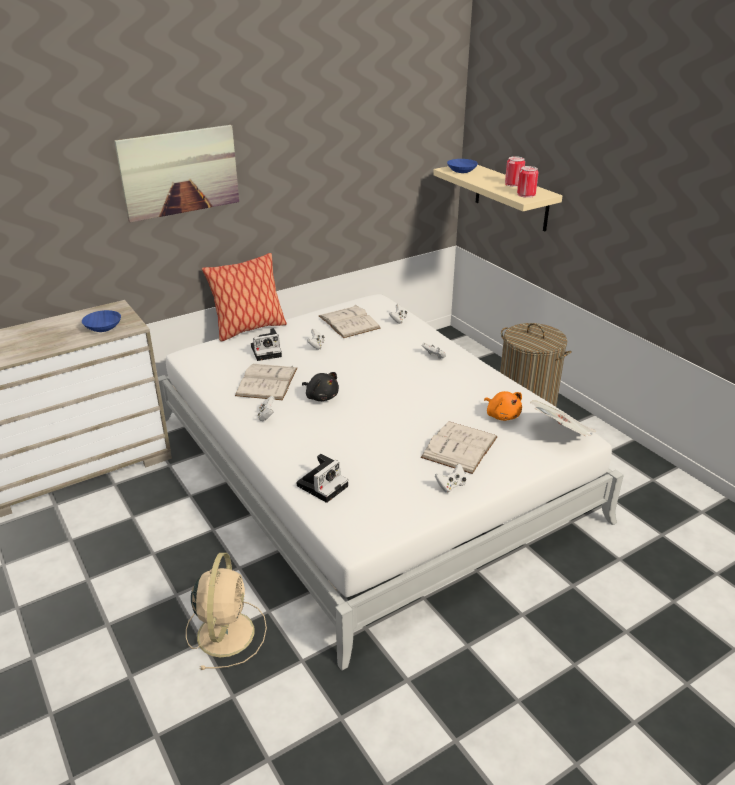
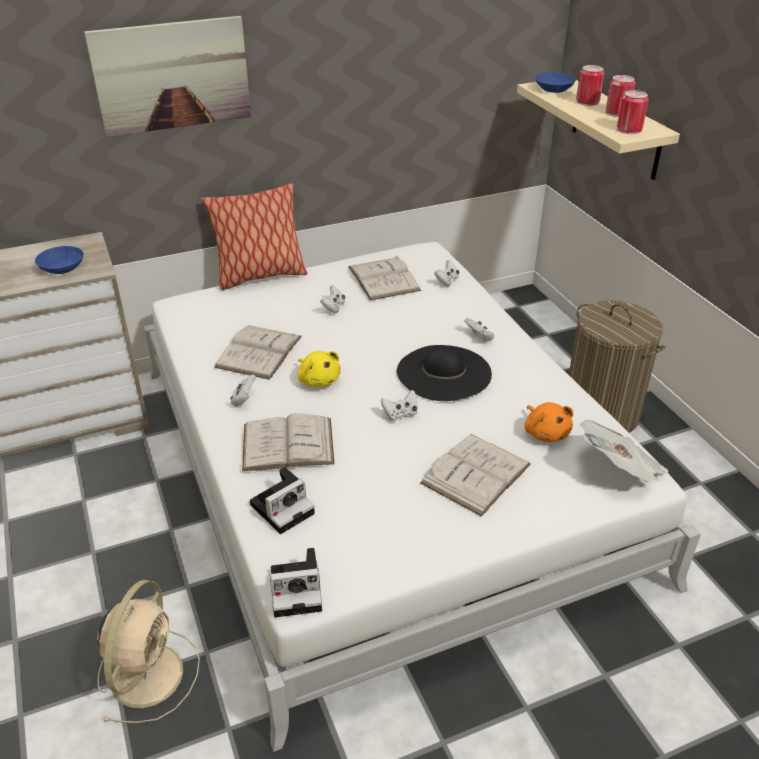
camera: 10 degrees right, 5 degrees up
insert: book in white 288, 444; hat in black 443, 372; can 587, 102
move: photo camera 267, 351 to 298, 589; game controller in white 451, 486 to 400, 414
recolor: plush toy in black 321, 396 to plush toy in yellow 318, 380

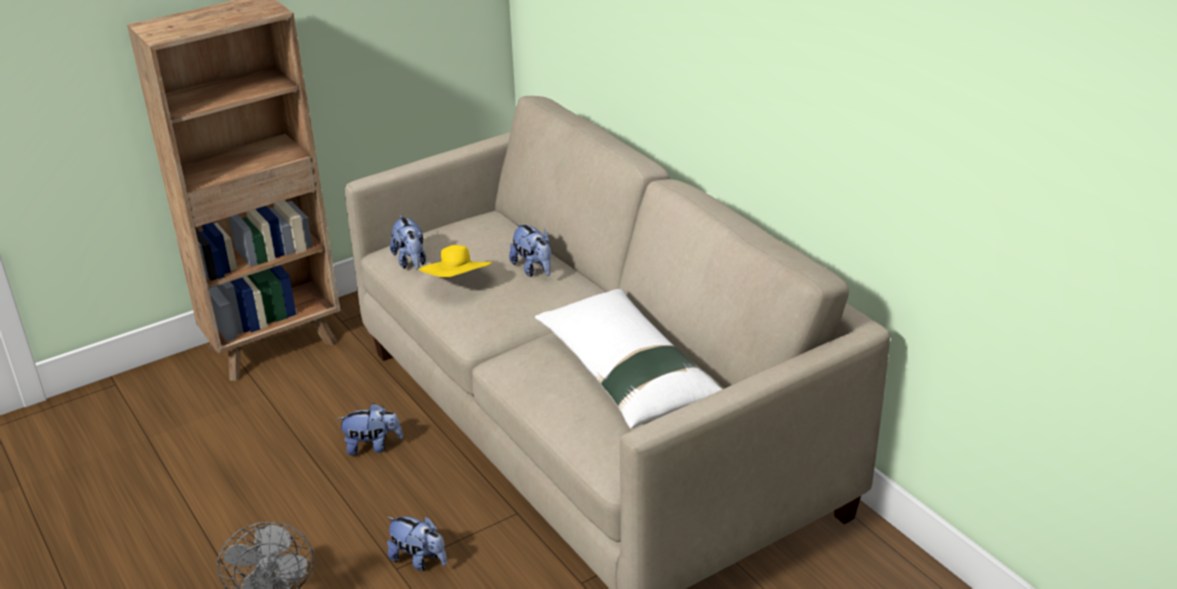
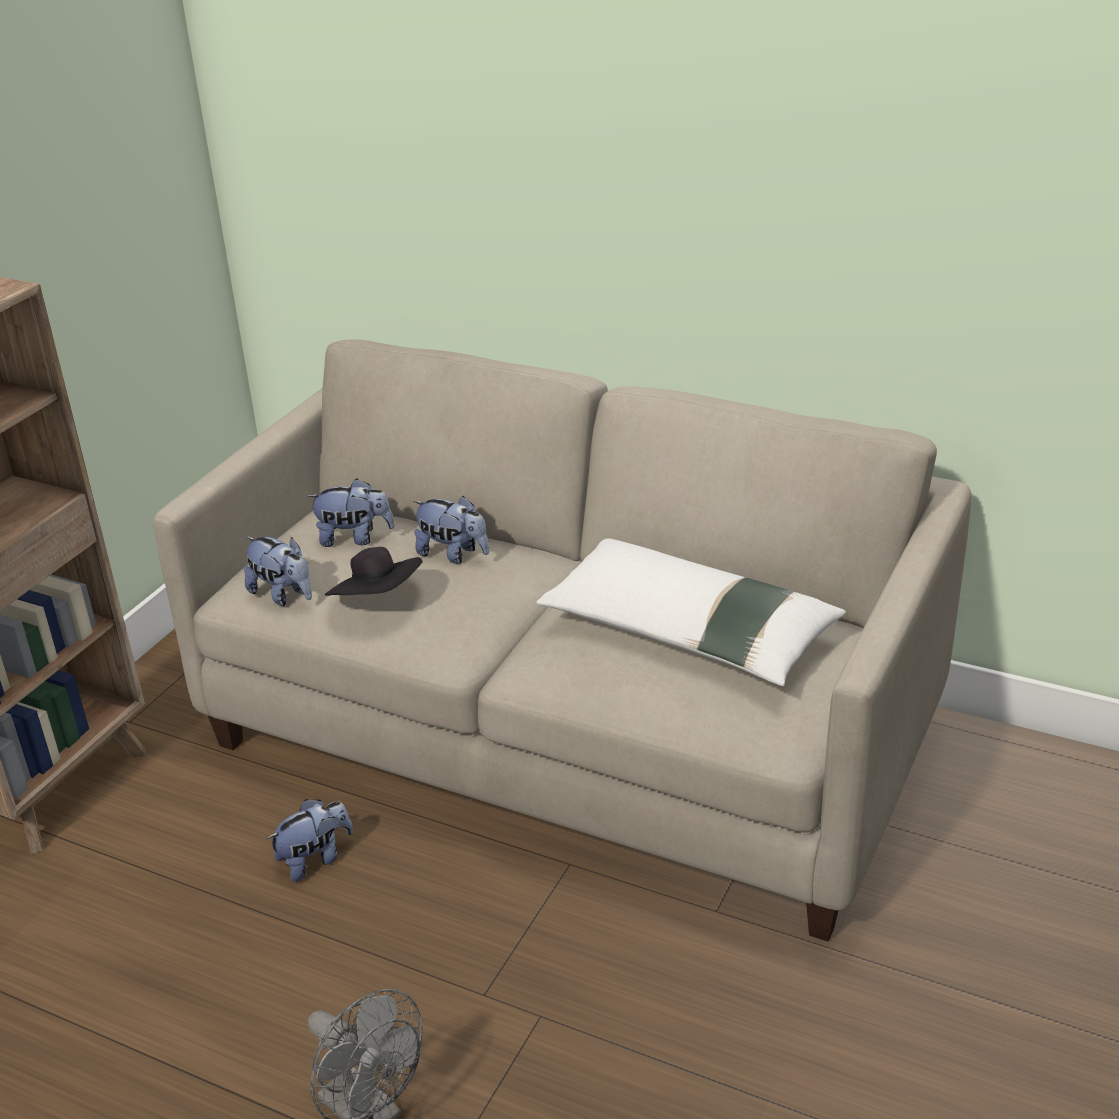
camera: 30 degrees left, 0 degrees up
move: plush toy 419, 560 to 354, 538
recolor: hat in yellow 458, 284 to hat in black 378, 600

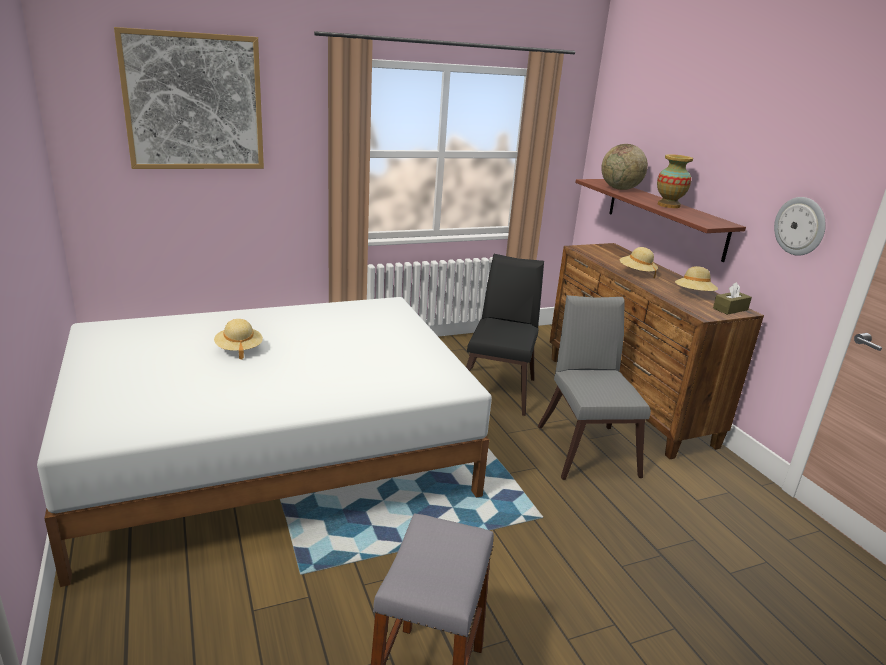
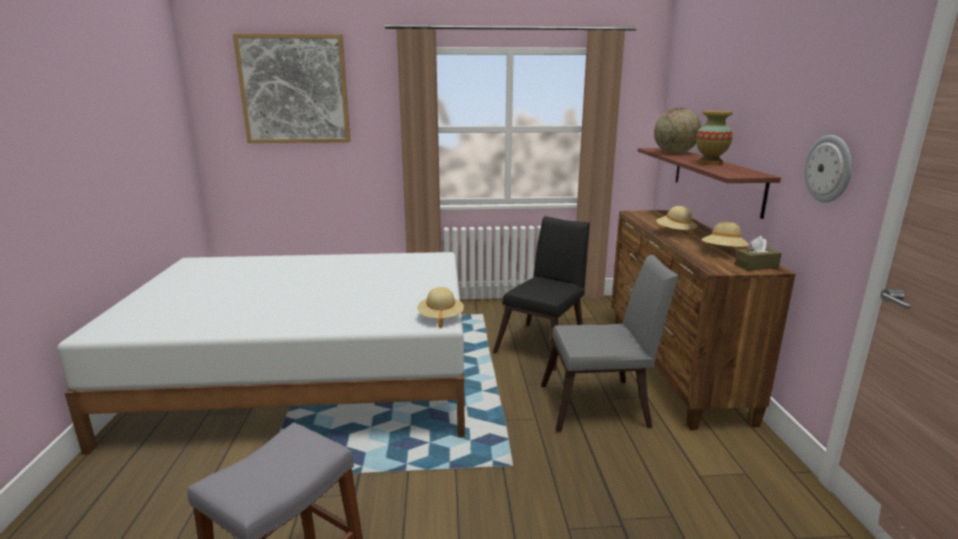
camera: 20 degrees right, 5 degrees down
move: hat in beige 239, 349 to 440, 318
rotate: chair in grey 586, 447 = 601, 406 75 degrees clockwise

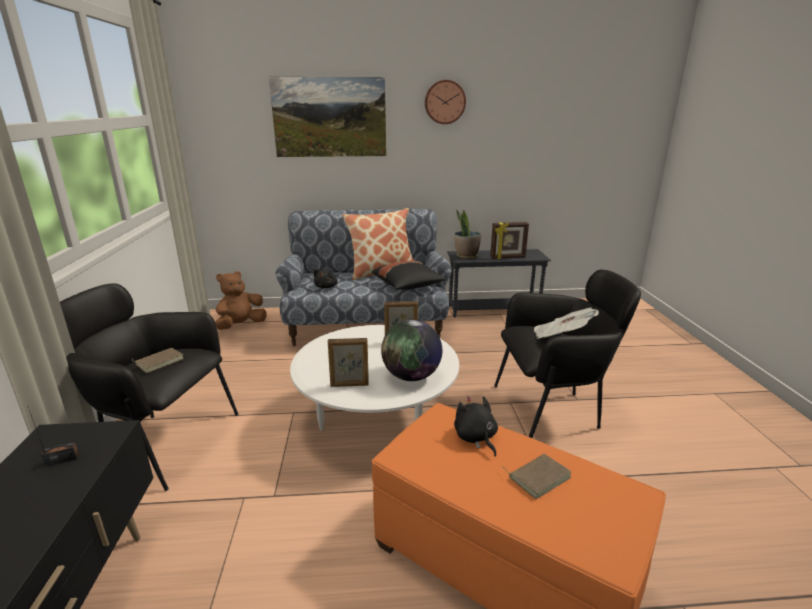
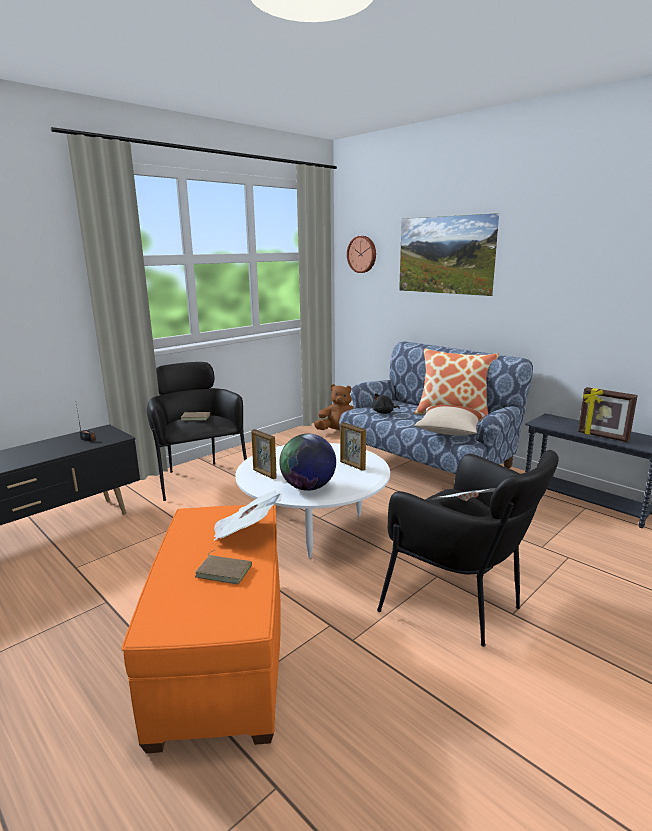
camera: 50 degrees right, 5 degrees down
delete: potted plant 466, 256
move: wall clock 444, 102 to 362, 254
replace: plush toy in black 476, 438 to newspaper 246, 532
recolor: pillow in black 408, 286 to pillow in beige 449, 432

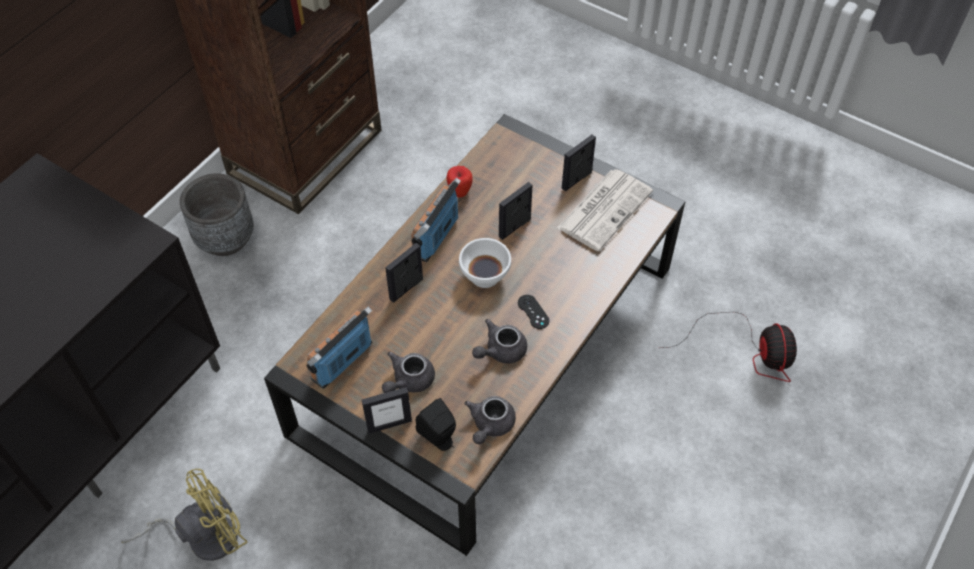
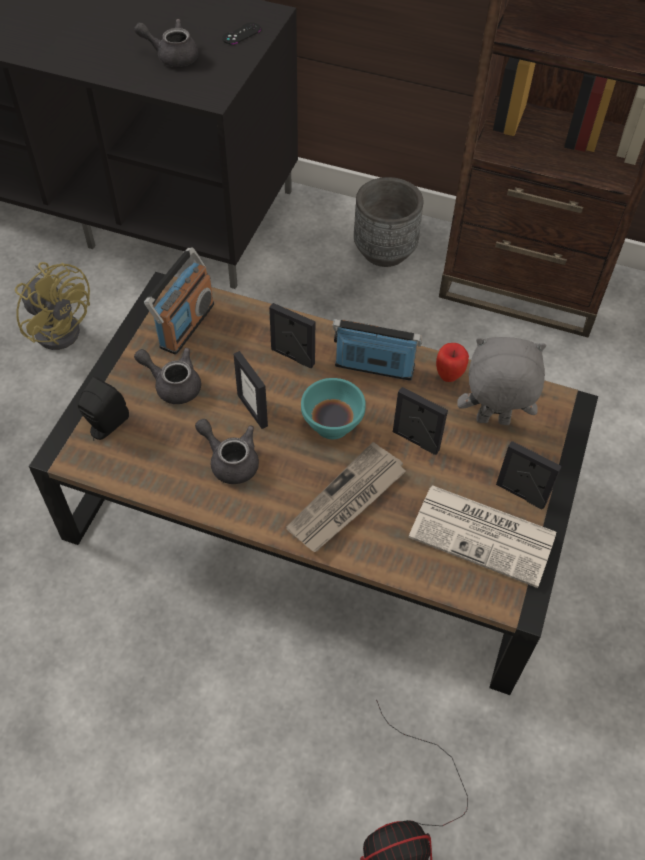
camera: 75 degrees right, 0 degrees up
insert: newspaper 347, 501; plush toy in grey 492, 422
move: picture frame 389, 424 to 253, 410; teapot in grey 490, 425 to 172, 56; game controller in black 533, 312 to 241, 34
recolor: bowl in white 484, 276 to bowl in turquoise 332, 424
rotate: radio 342, 361 = 186, 325 90 degrees clockwise

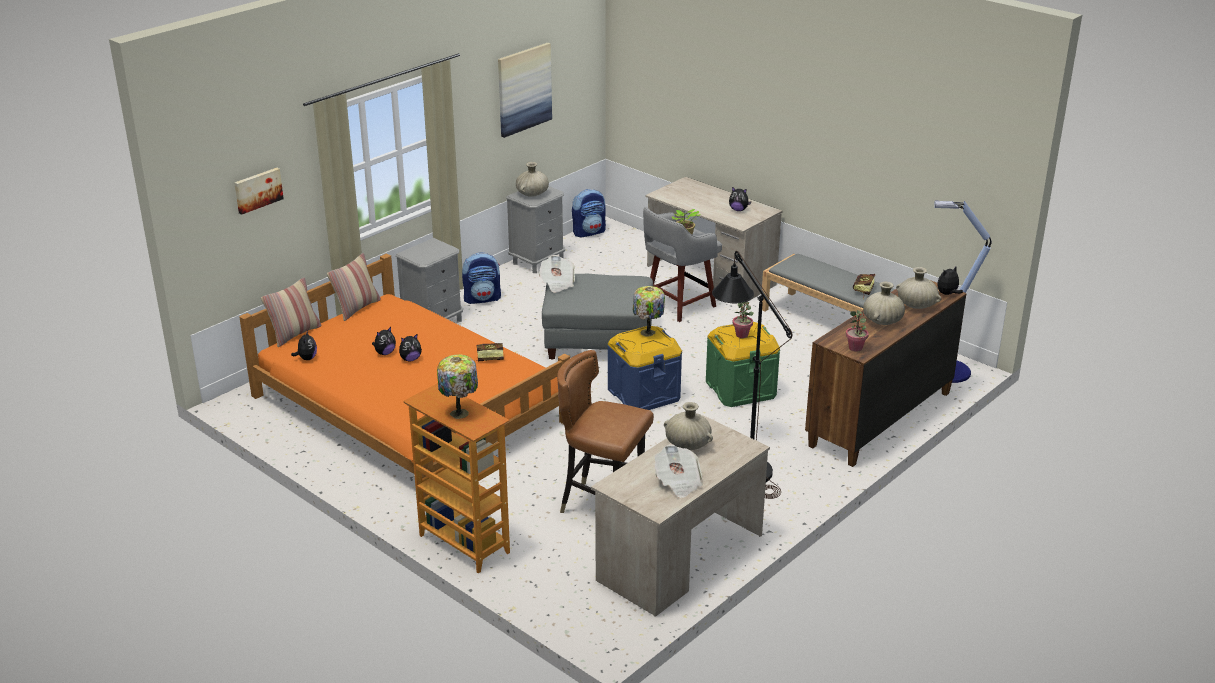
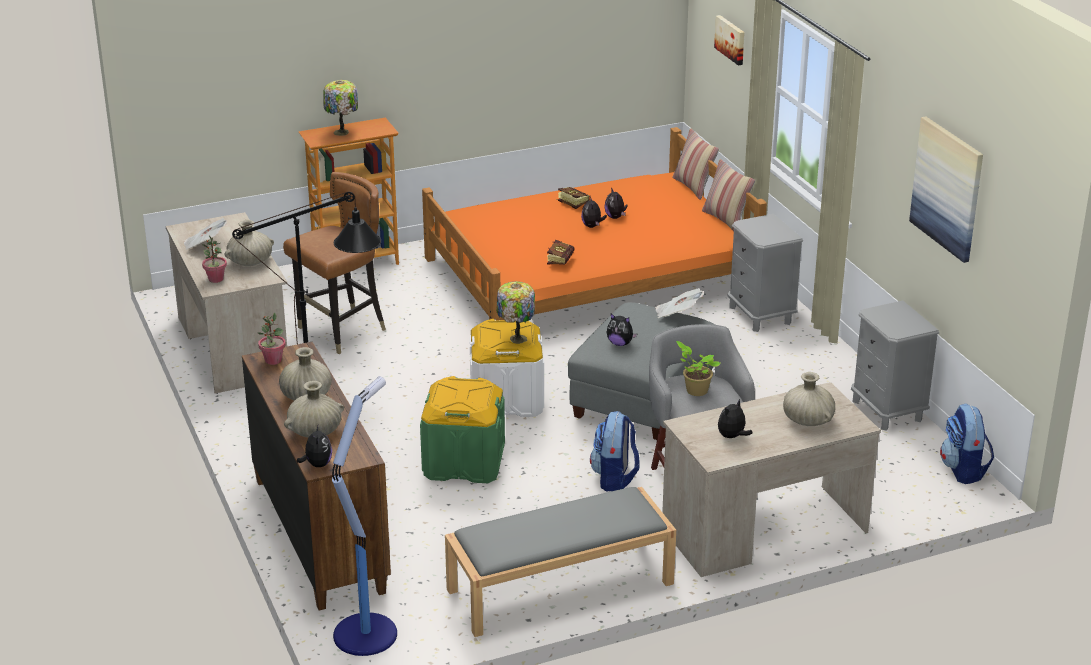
camera: 115 degrees right, 0 degrees up
move: plush toy 307, 358 to 620, 343; backpack 482, 299 to 615, 478; vase in beige 532, 194 to 807, 421; potted plant 742, 335 to 216, 279; book 862, 291 to 571, 203
recolor: storage box in blue 644, 394 to storage box in white 506, 399

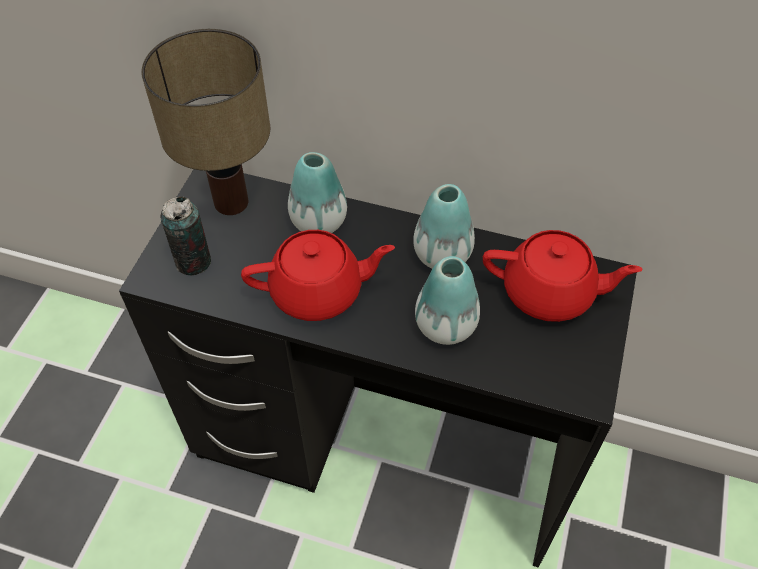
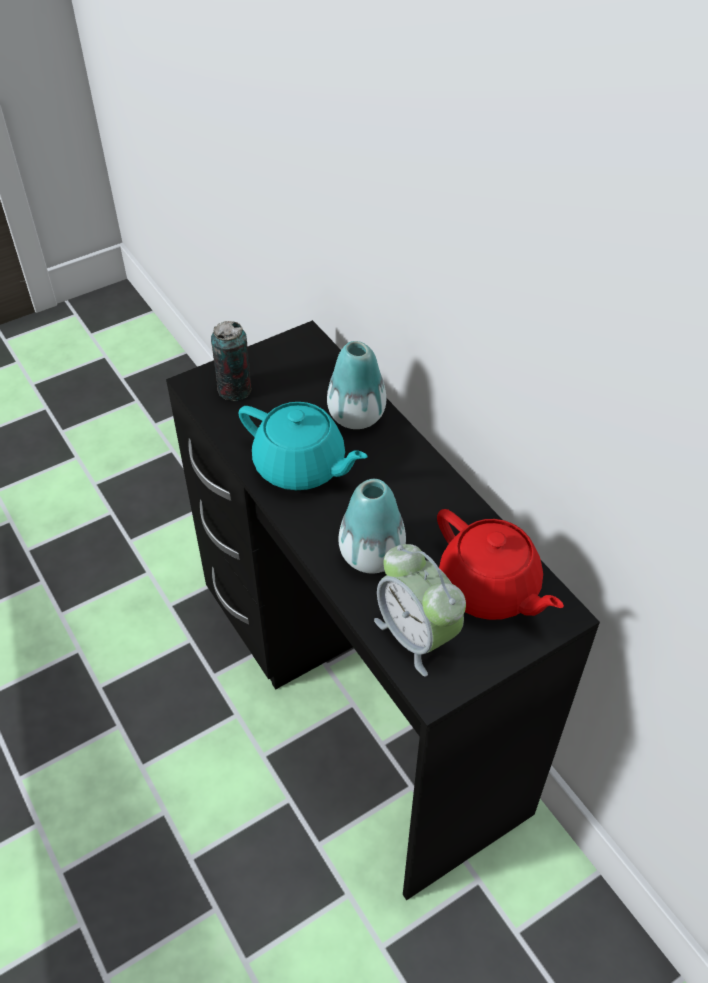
camera: 40 degrees right, 5 degrees down
delete: table lamp 231, 204; vase 442, 255
insert: alarm clock 416, 636
recolor: teapot in red 318, 291 to teapot in turquoise 301, 467

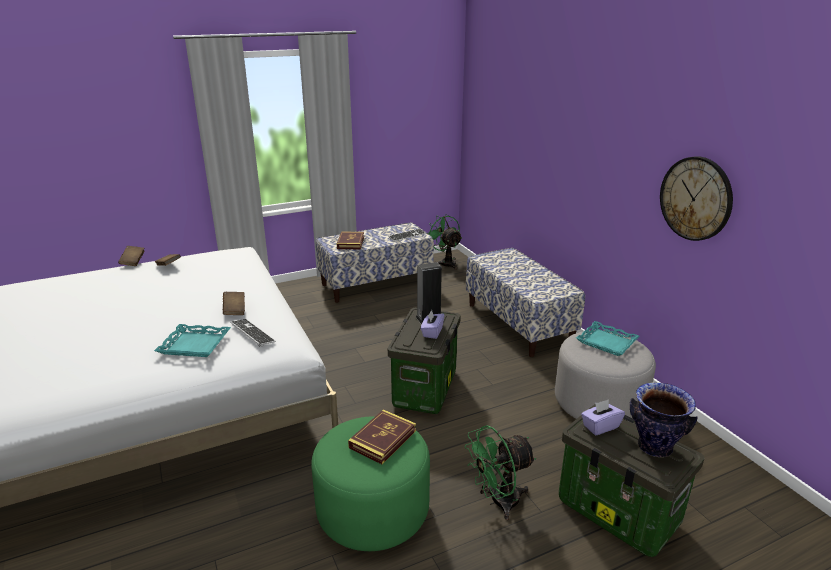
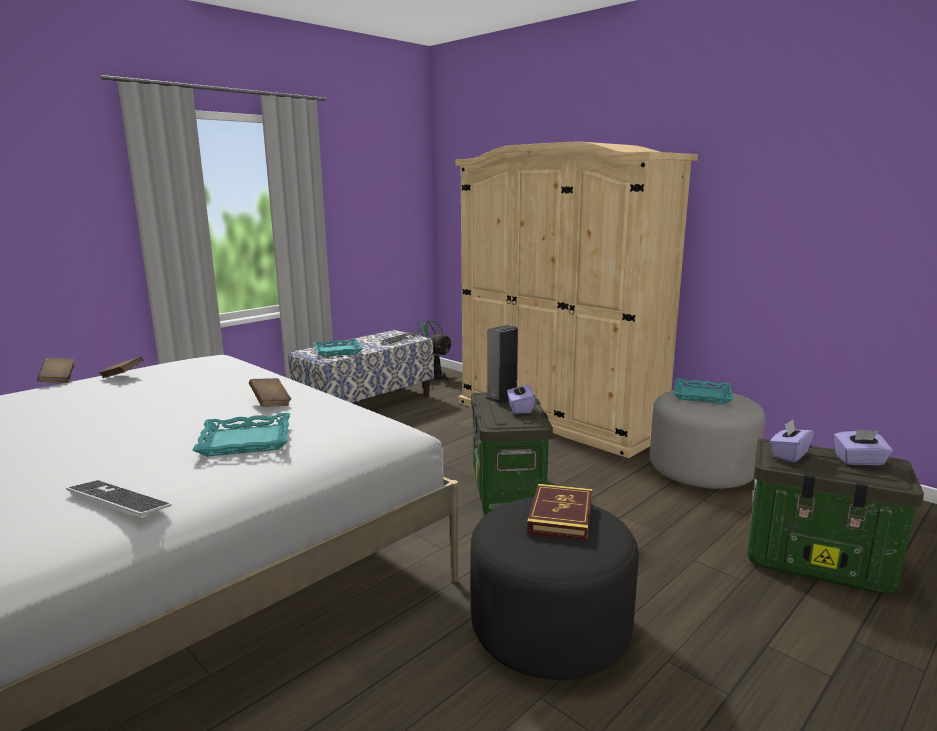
camera: 20 degrees left, 10 degrees down
delete: fan in green 497, 502; wall clock 695, 198
move: keyboard 252, 333 to 118, 500
replace: book 350, 242 to tray in turquoise 338, 351; bench 518, 324 to wardrobe in beige 558, 417; vase 654, 447 to tissue box in purple 859, 461
recolor: ottoman in green 373, 509 to ottoman in black 550, 628

